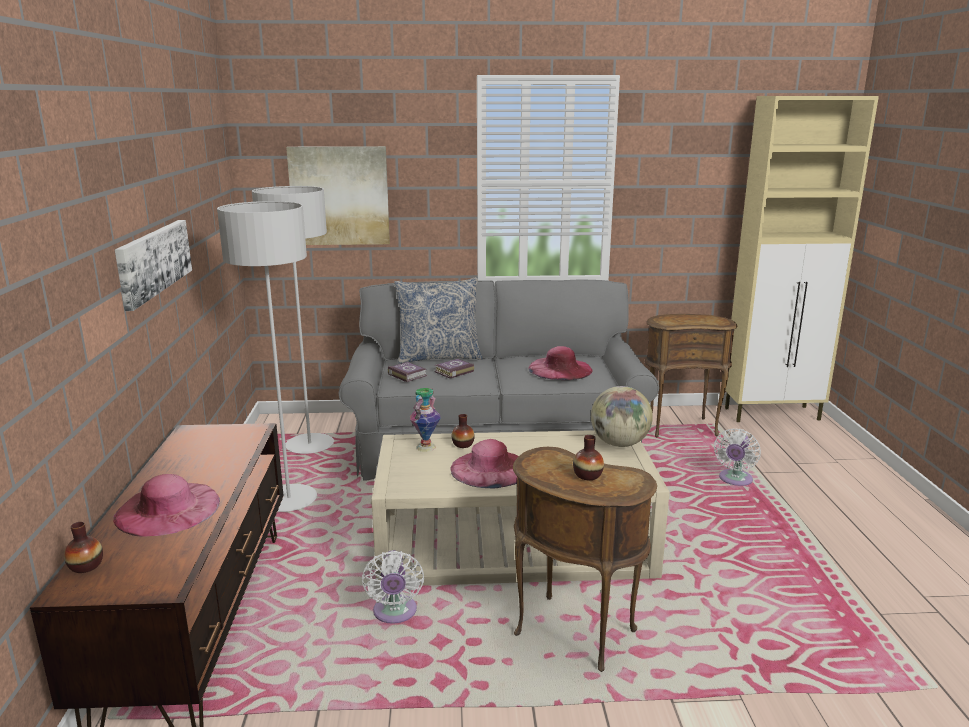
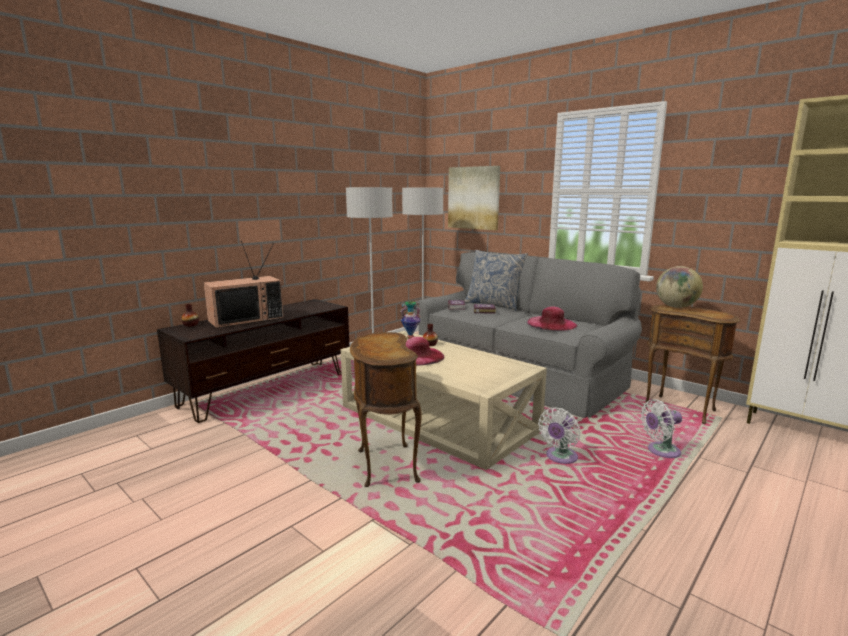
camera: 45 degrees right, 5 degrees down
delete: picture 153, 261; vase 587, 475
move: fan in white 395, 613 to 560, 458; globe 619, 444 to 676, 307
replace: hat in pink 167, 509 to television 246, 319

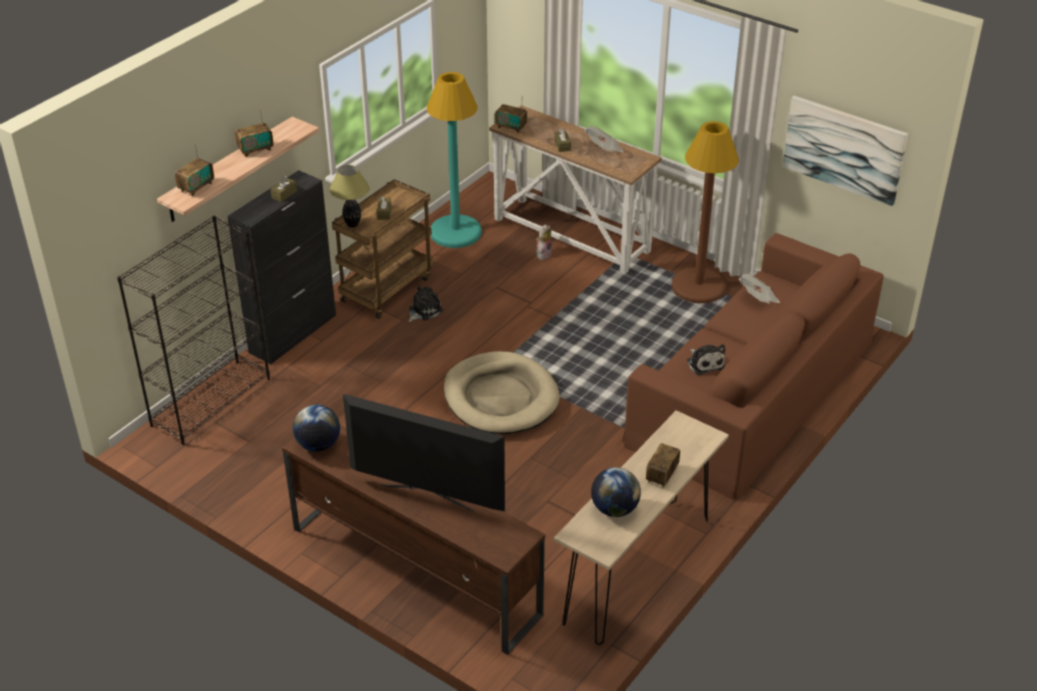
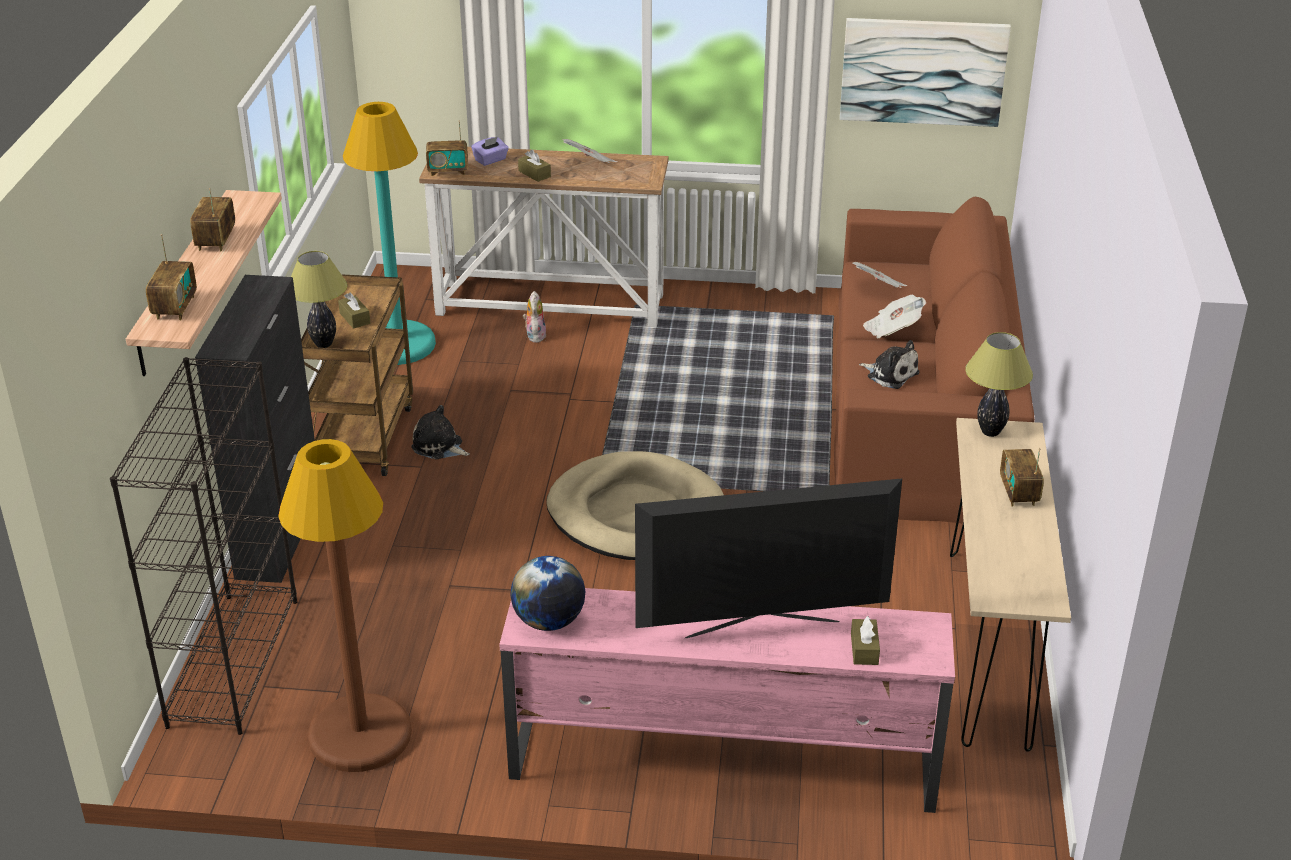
camera: 30 degrees left, 5 degrees down
delete: globe 614, 509
insert: tissue box in purple 490, 160; newspaper 892, 329; table lamp 991, 432
move: tissue box in brown 284, 194 to 864, 649; floor lamp in brown 698, 287 to 360, 735
recolor: tv stand in brown 414, 570 to tv stand in pink 721, 762
rotate: radio 255, 149 = 216, 240 150 degrees clockwise; plush toy 423, 310 = 439, 447 75 degrees counterclockwise

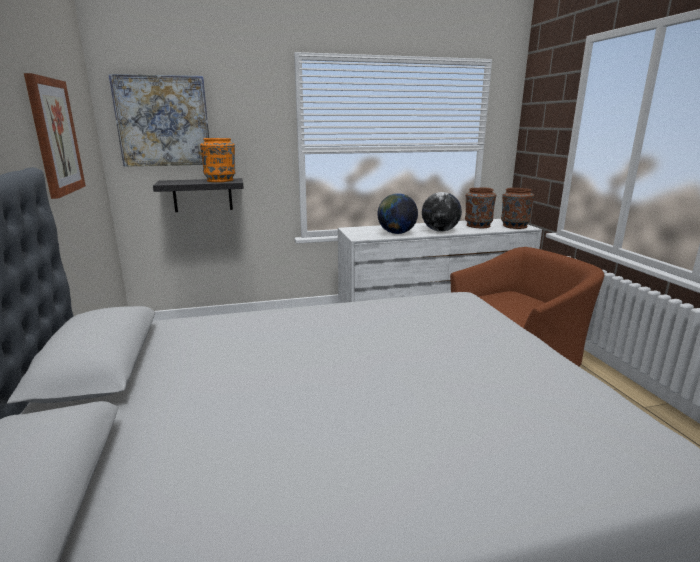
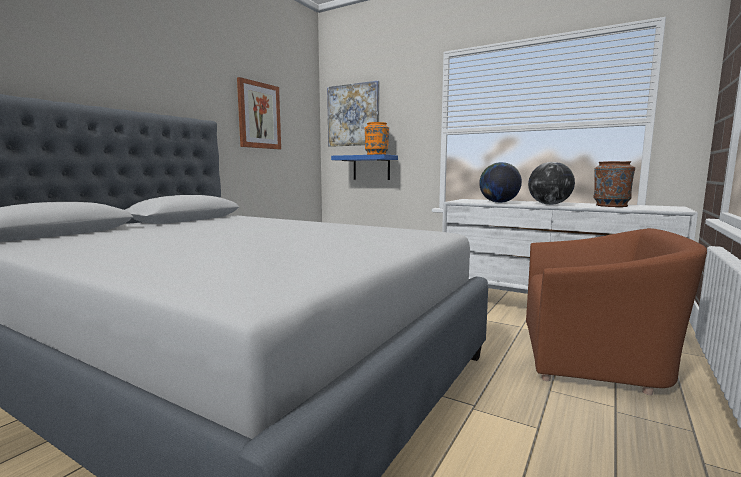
camera: 45 degrees right, 10 degrees down
delete: vase in brown 514, 226
recolor: shelf in black 202, 195 to shelf in blue 371, 167

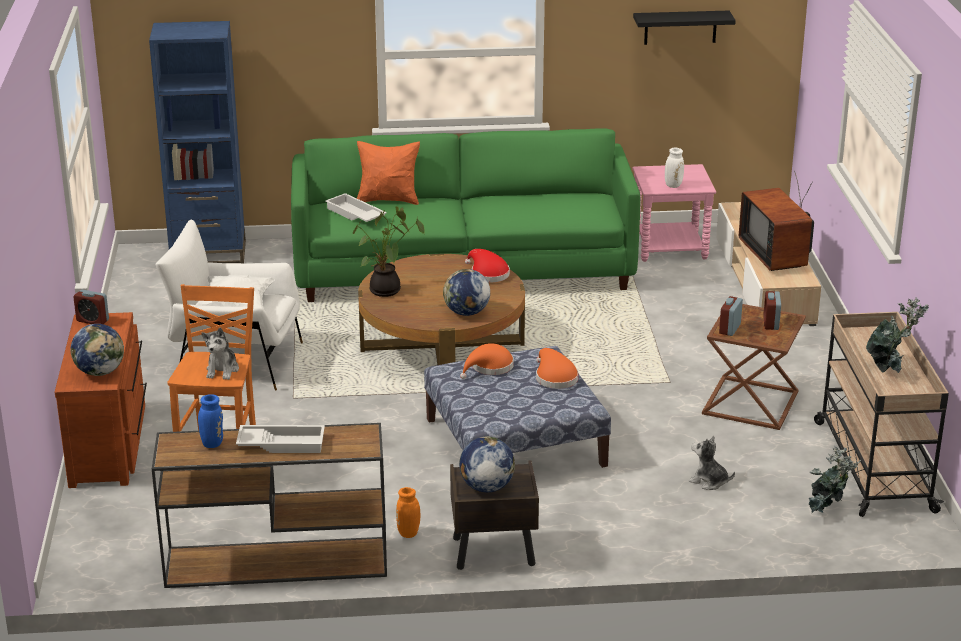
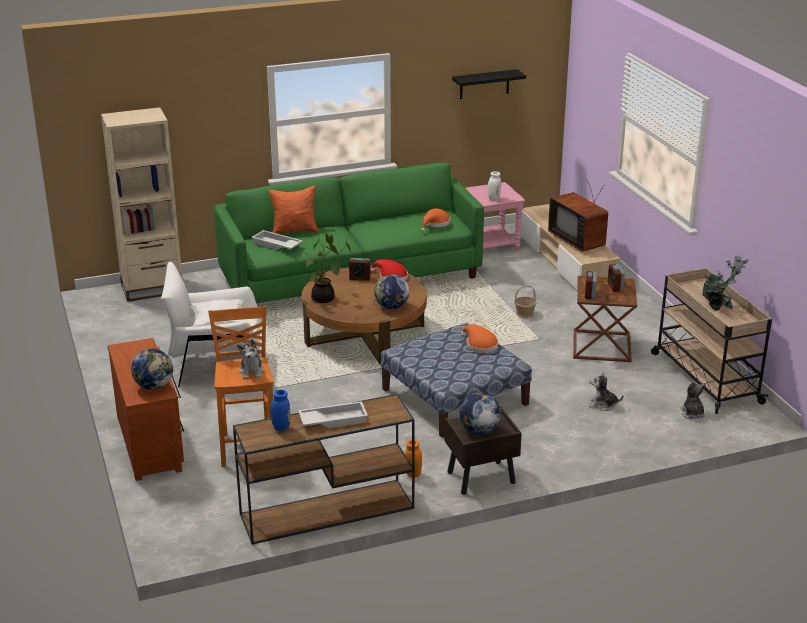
camera: 15 degrees left, 0 degrees up
insert: basket 525, 314
move: alarm clock 92, 321 to 360, 278; hat in orange 489, 367 to 435, 224
replace: potted plant 827, 511 to plush toy 692, 414
recolor: bookcase in blue 208, 253 to bookcase in beige 152, 288

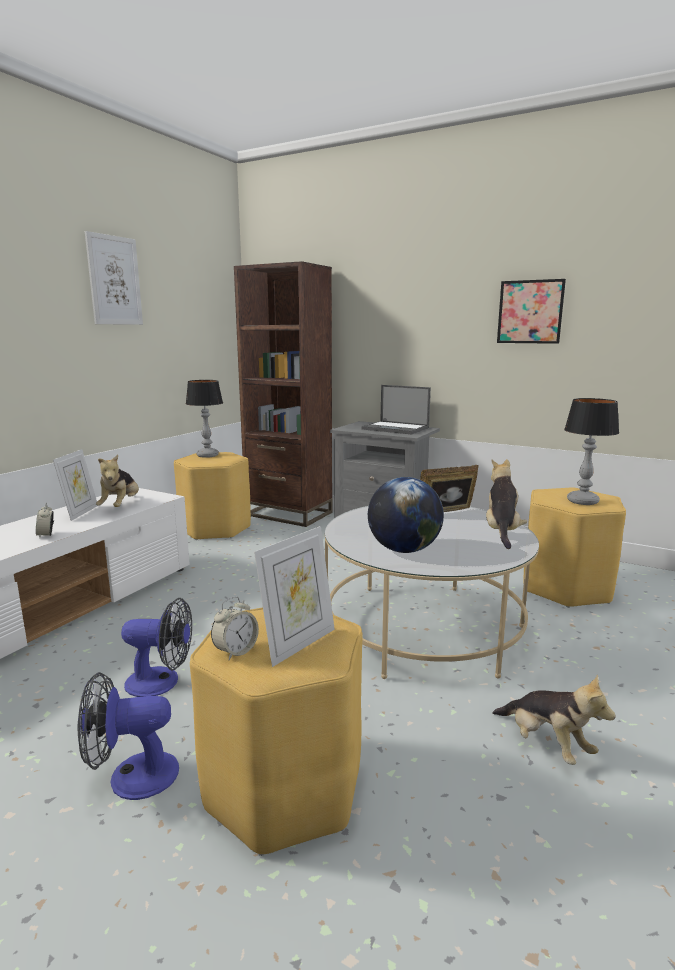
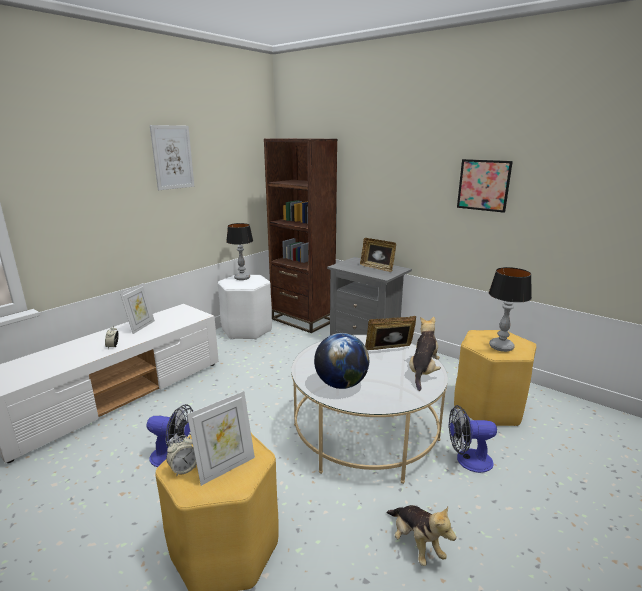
camera: 10 degrees right, 5 degrees up
delete: plush toy 121, 506
move: fan 131, 776 to 468, 460
replace: laptop 396, 428 to picture frame 377, 268
recolor: stool in yellow 216, 528 to stool in white 247, 330

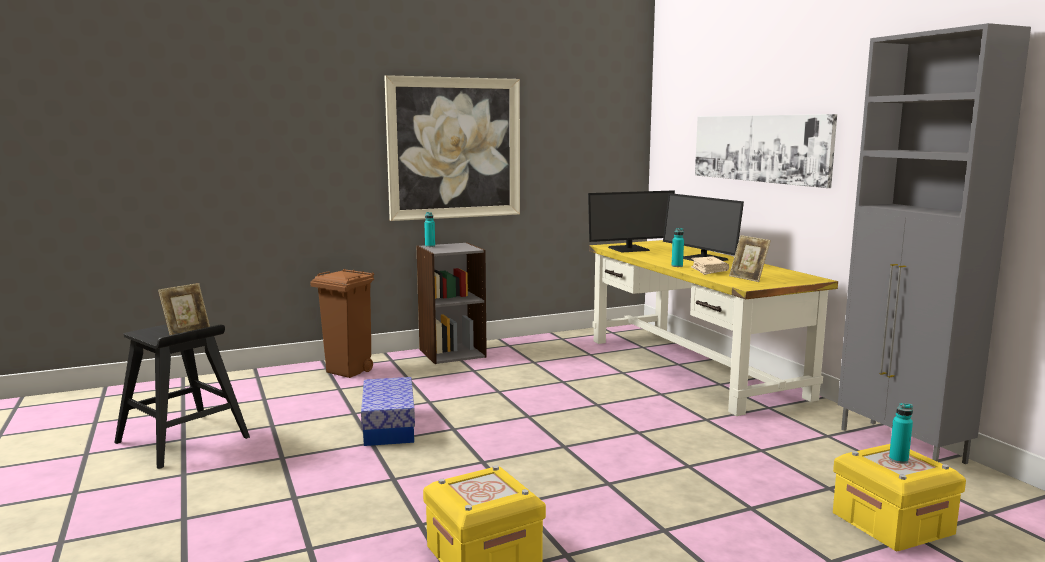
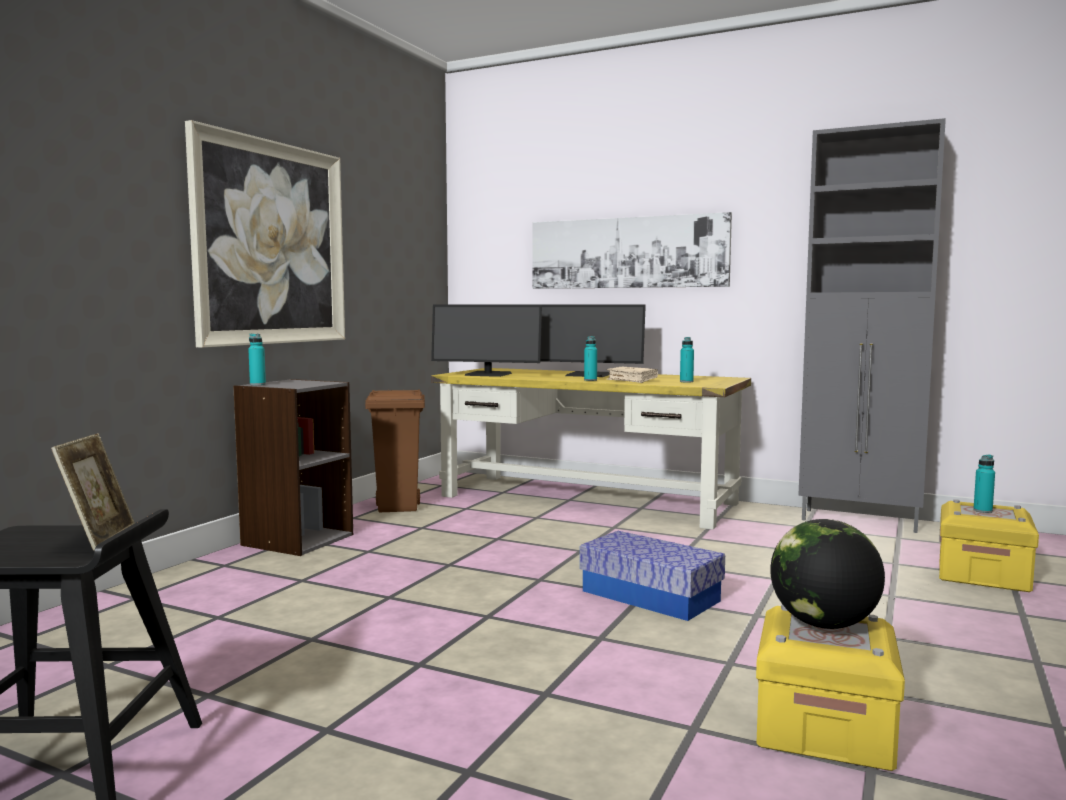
camera: 40 degrees left, 5 degrees down
insert: globe 824, 624
move: trash can in brown 349, 371 to 399, 507; storage box 389, 426 to 650, 596
replace: picture frame 748, 278 to bottle in turquoise 686, 381
rotate: monitor 629, 249 = 487, 374 75 degrees clockwise

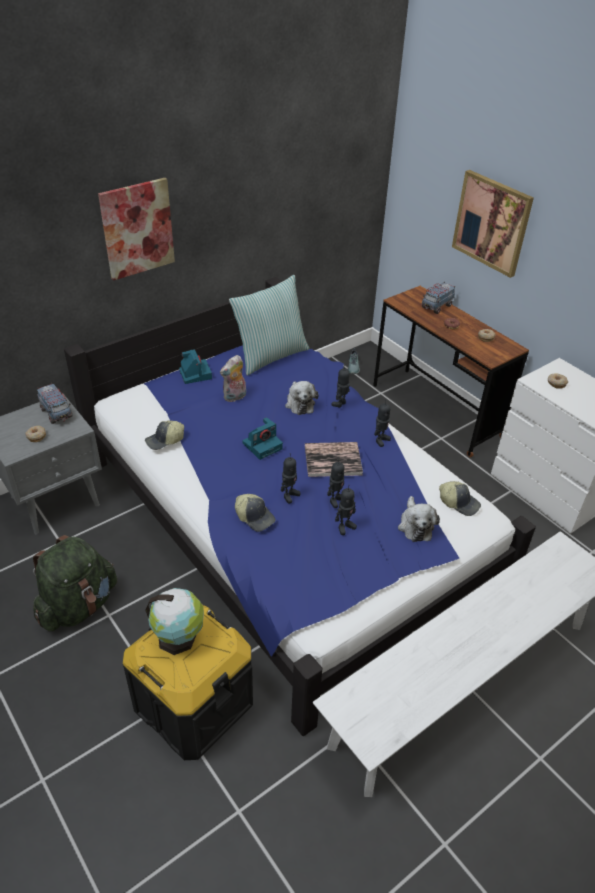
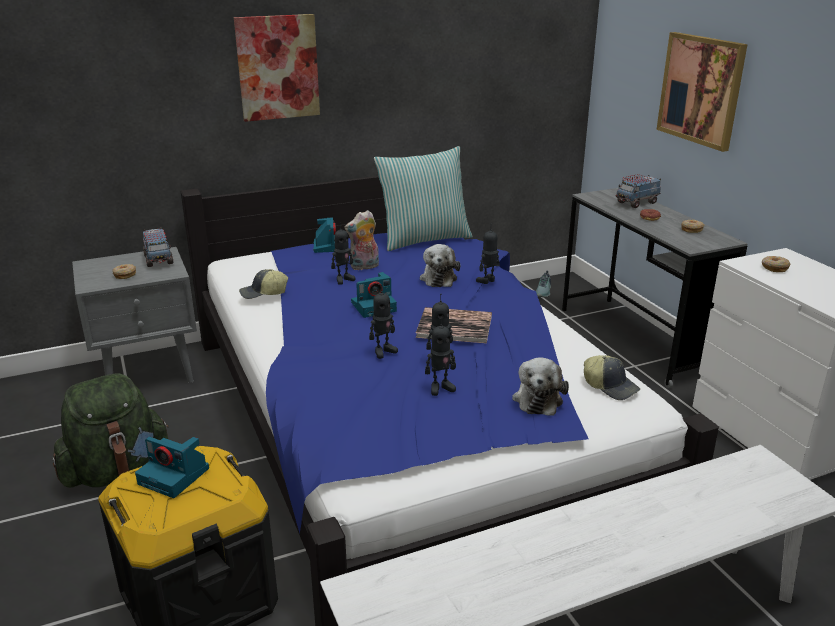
camera: 15 degrees right, 15 degrees down
delete: cap 255, 517
move: toy robot 380, 440 to 343, 279
replace: globe 179, 638 to photo camera 175, 476
recolor: desk in brown 436, 411 to desk in grey 635, 340

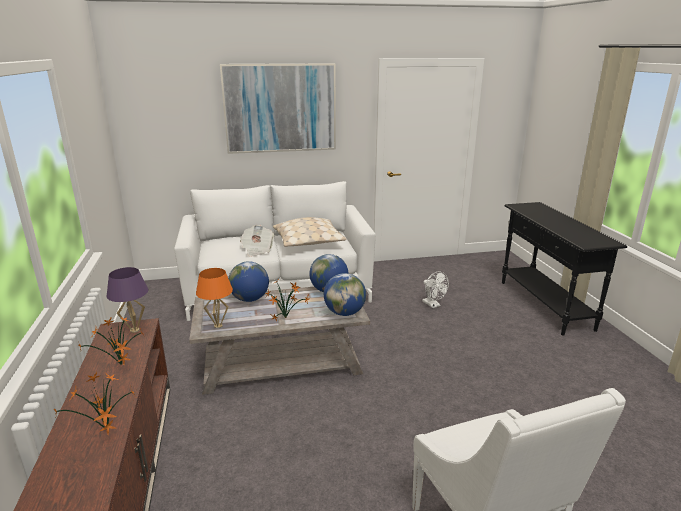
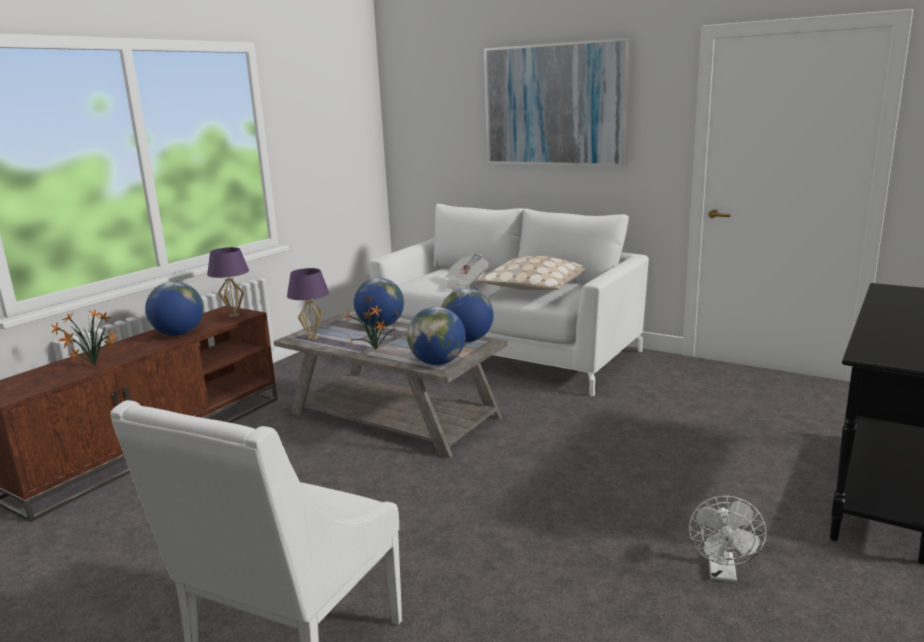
camera: 45 degrees right, 5 degrees down
move: fan in white 433, 305 to 723, 573
replace: potted plant 121, 366 to globe 179, 334
recolor: table lamp in orange 218, 326 to table lamp in purple 312, 338

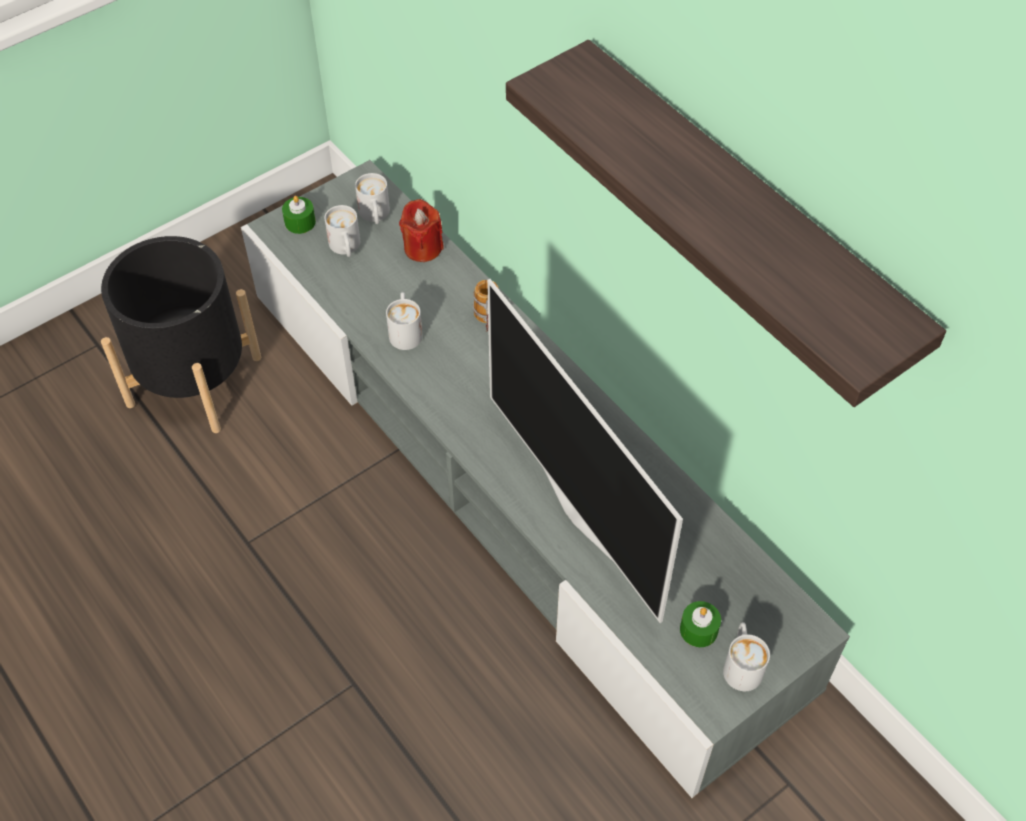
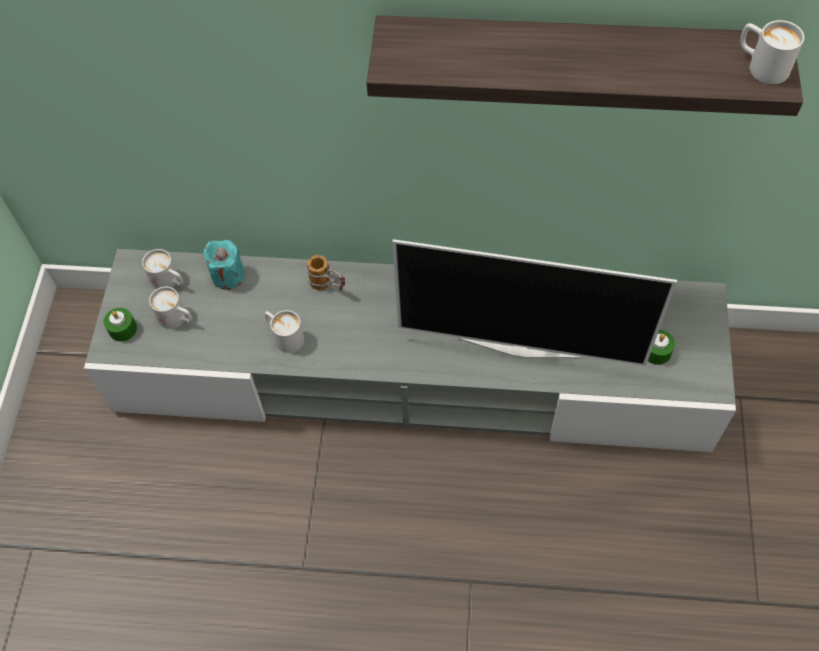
camera: 45 degrees left, 5 degrees up
delete: planter in black 194, 380
move: mug in white 741, 664 to 761, 65
recolor: candle in red 422, 248 to candle in turquoise 228, 275

